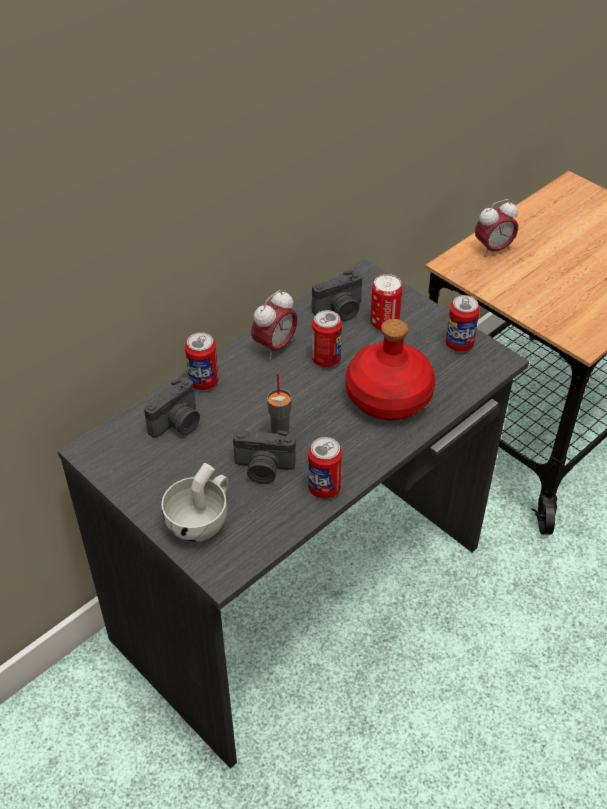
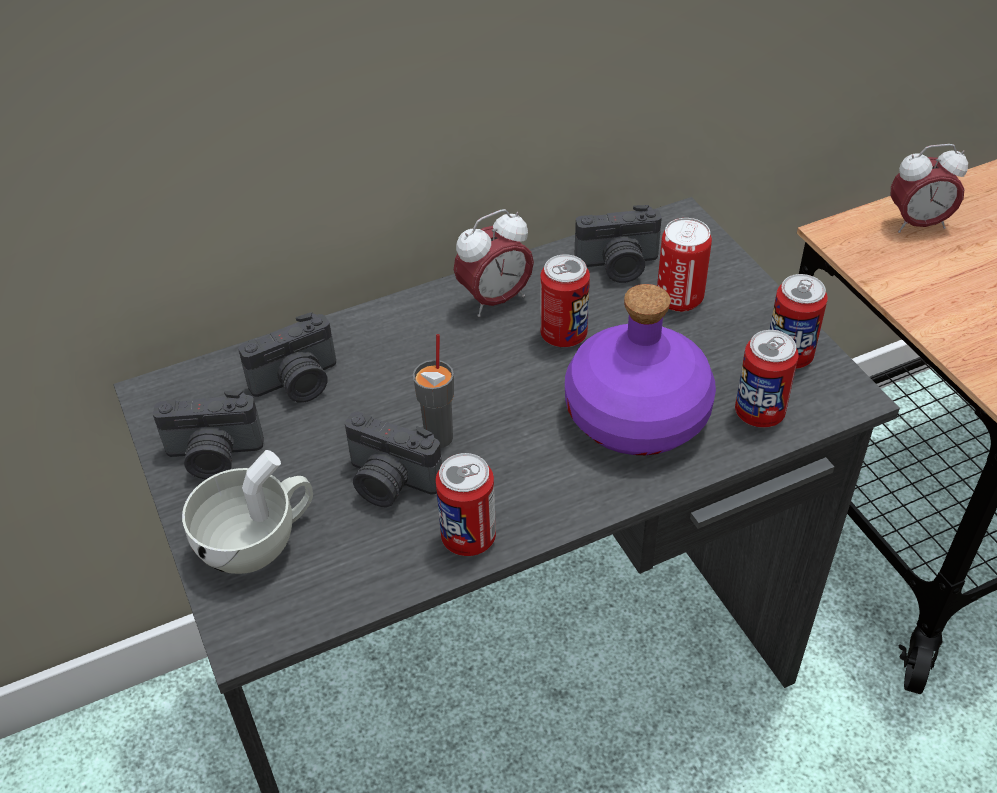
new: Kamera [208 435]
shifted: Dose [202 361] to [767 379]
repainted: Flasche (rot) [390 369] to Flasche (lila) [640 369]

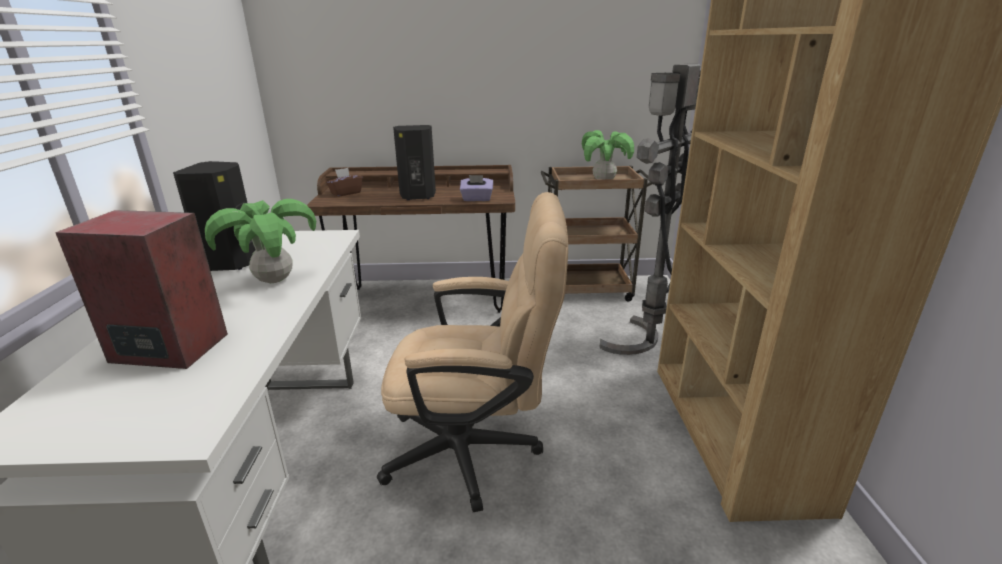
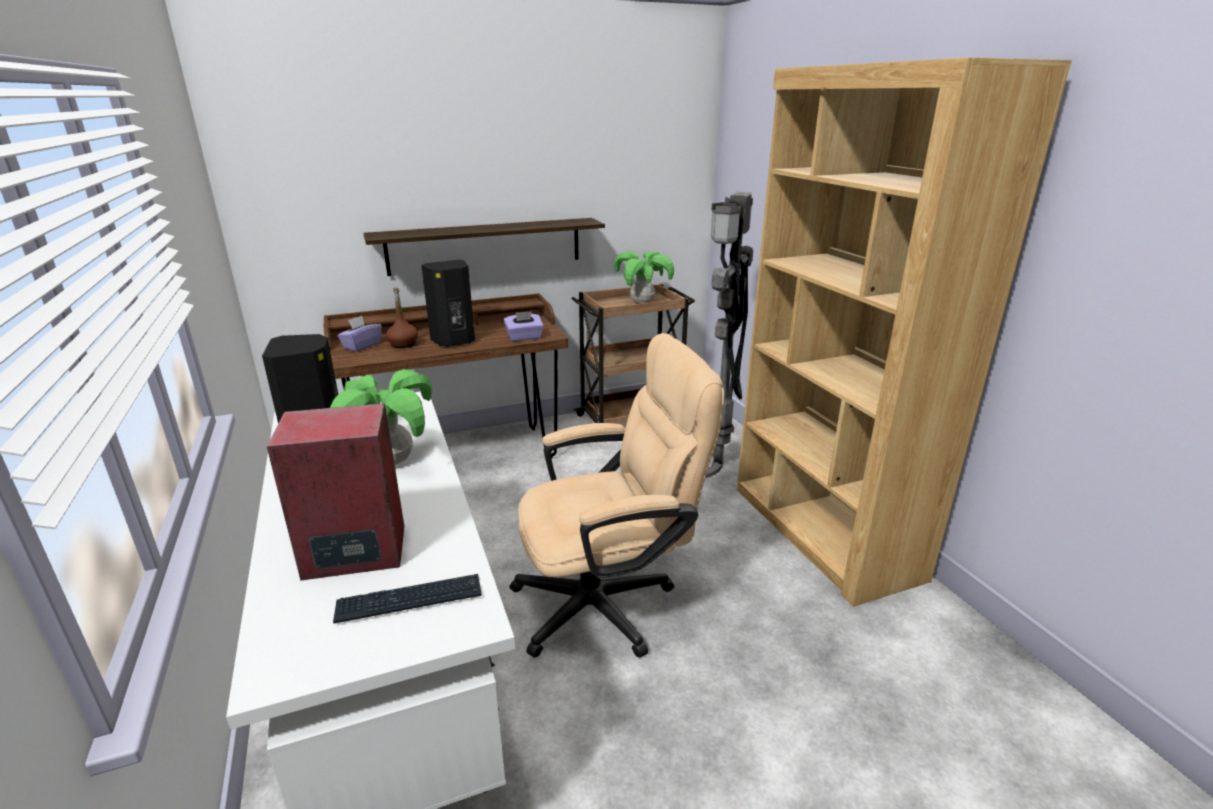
new: Tastatur [407 598]; Wandregal [484 247]; Flasche (braun) [402 317]
repainted: Taschentuchbox (braun) [344 182] to Taschentuchbox (lila) [360 334]

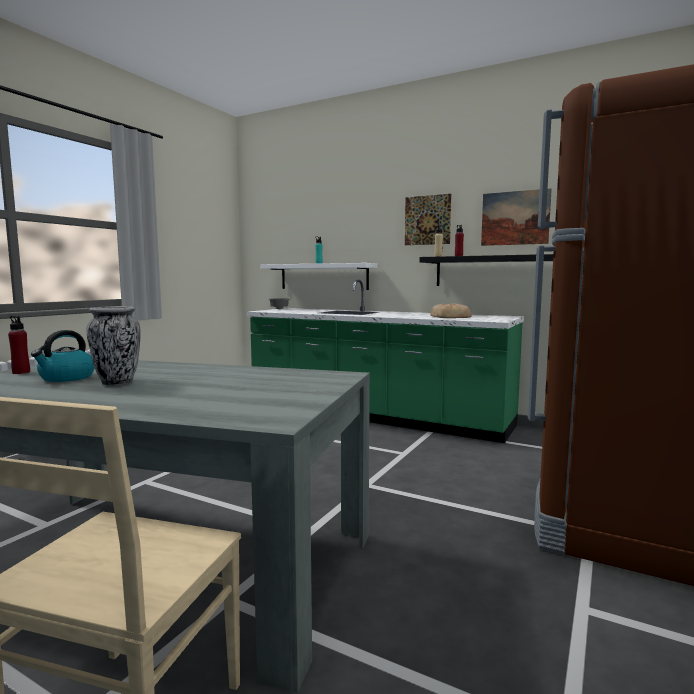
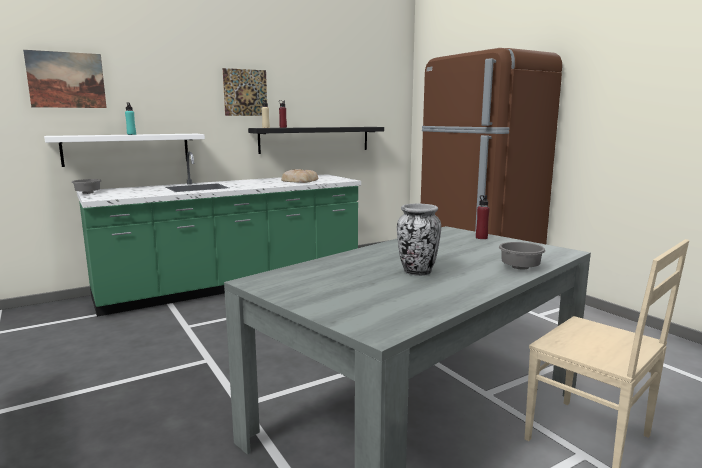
gone: Wasserkessel [62 356]
new: Schüssel (grau) [522 256]
shifted: Flasche (rot) [19 345] to [483 217]; Bild [516 217] to [65 79]

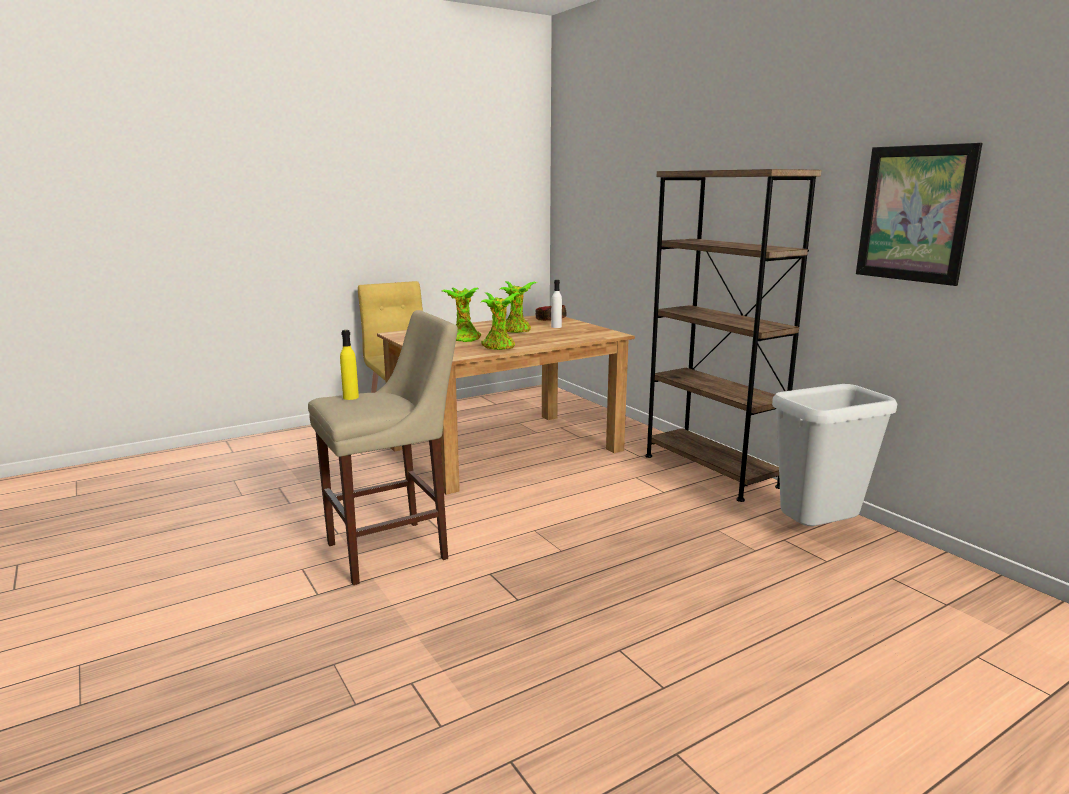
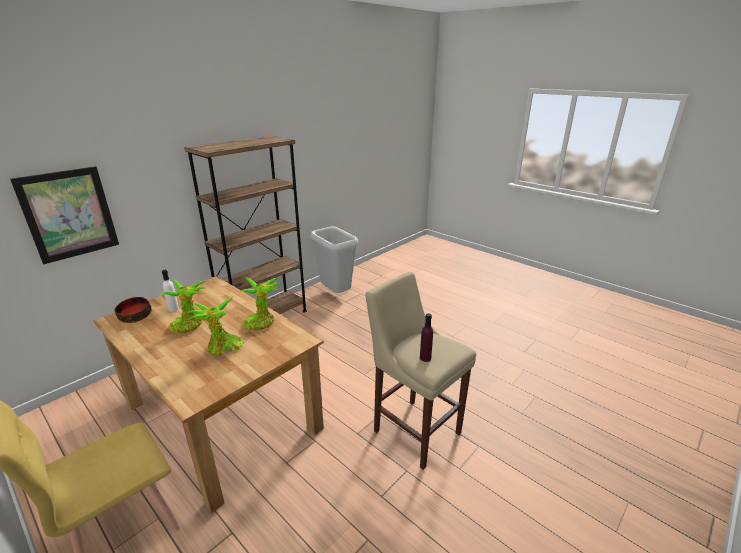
shifted: Bild [919 214] to [64 215]
repainted: Flasche (gelb) [349 365] to Flasche (lila) [426 337]

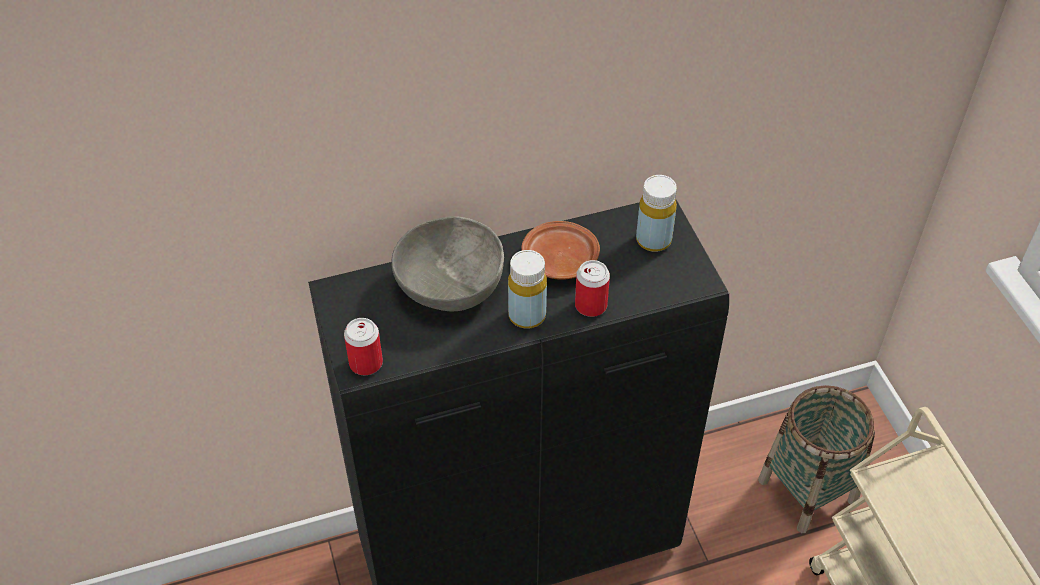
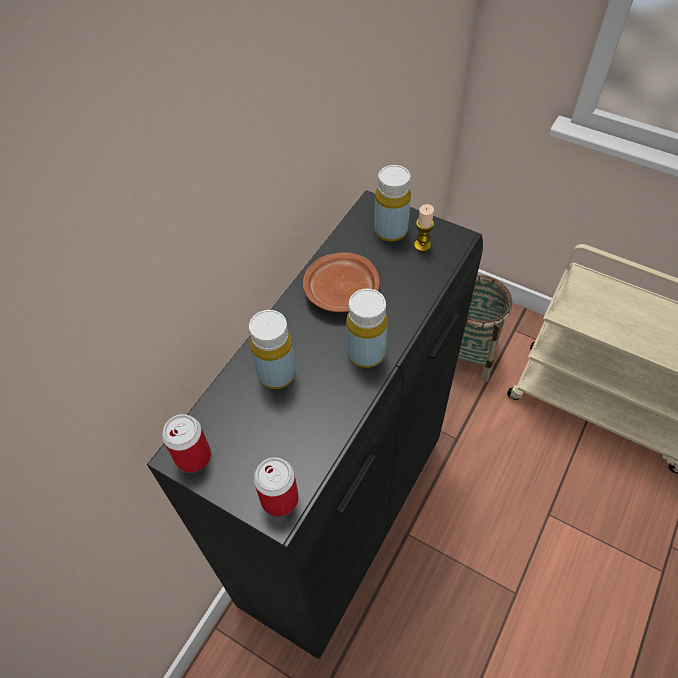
new: Kerze [424 228]
shifted: Dose [592 288] to [186 443]
swapped: Schüssel (grau) [447 263] to Flasche (gelb) [272 349]

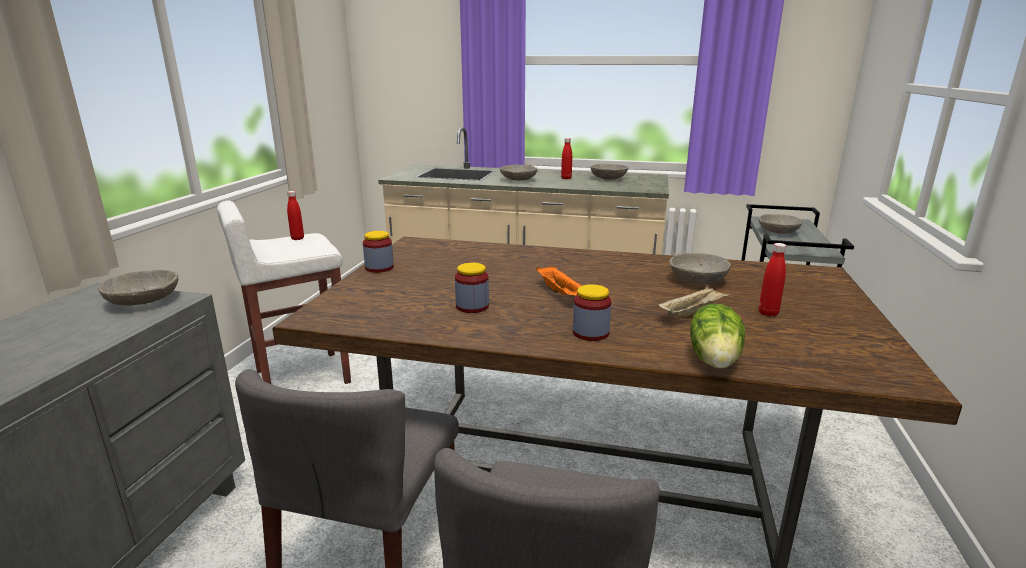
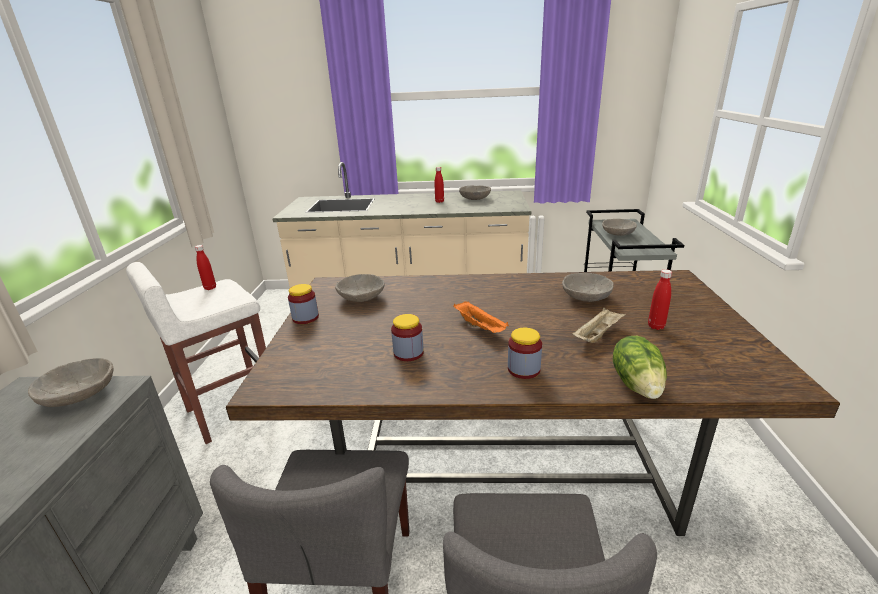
shifted: Schüssel (grau) [518 173] to [359 288]

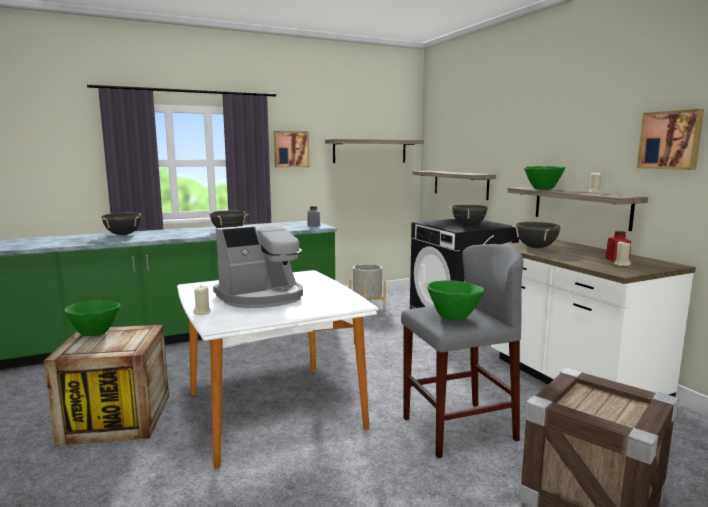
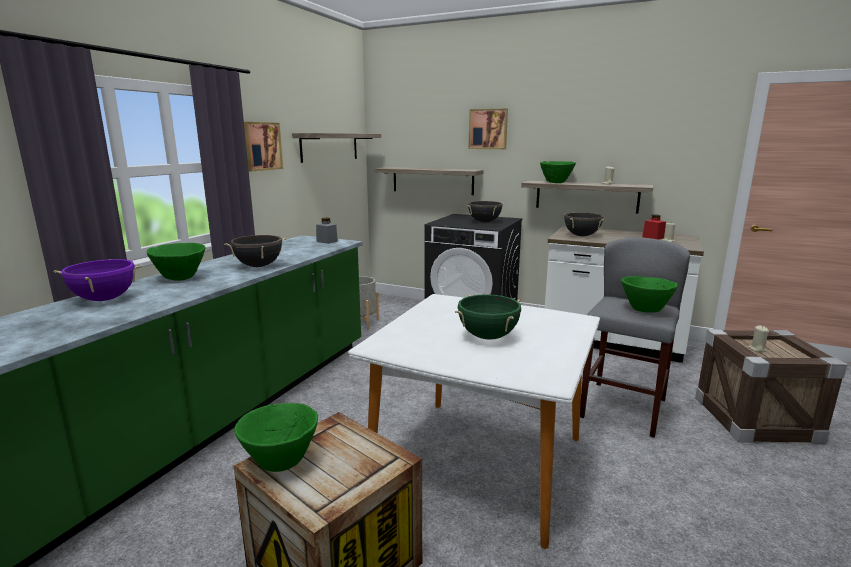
new: Schüssel (grün) [176 262]
shifted: Kerze (beige) [202 300] to [758 339]; Bild [670 139] to [488 128]
swapped: Kaffeemaschine [258 265] to Kochtopf (grün) [488 316]
repainted: Kochtopf (schwarz) [121 224] to Kochtopf (lila) [98 280]

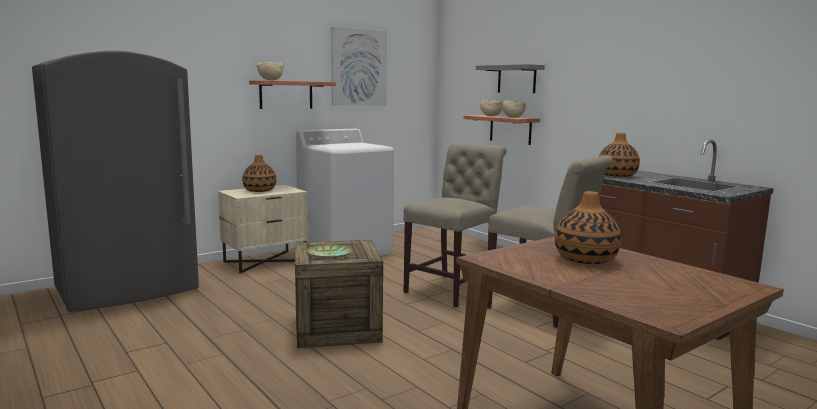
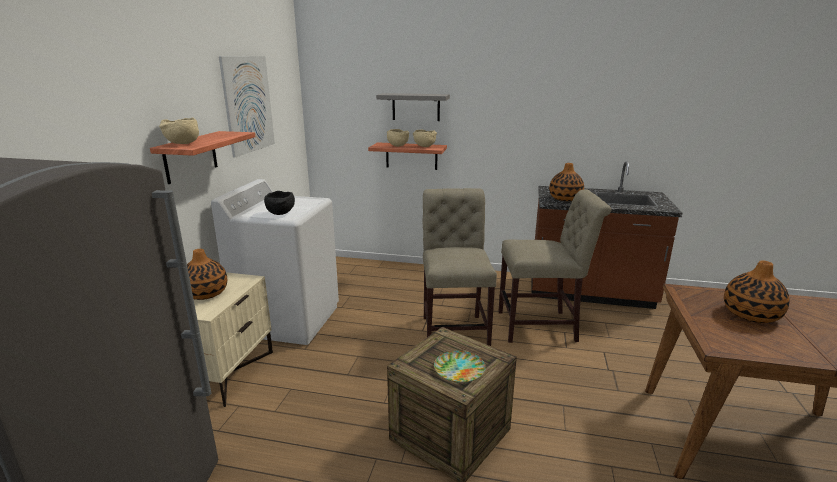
new: Schüssel (schwarz) [279 203]

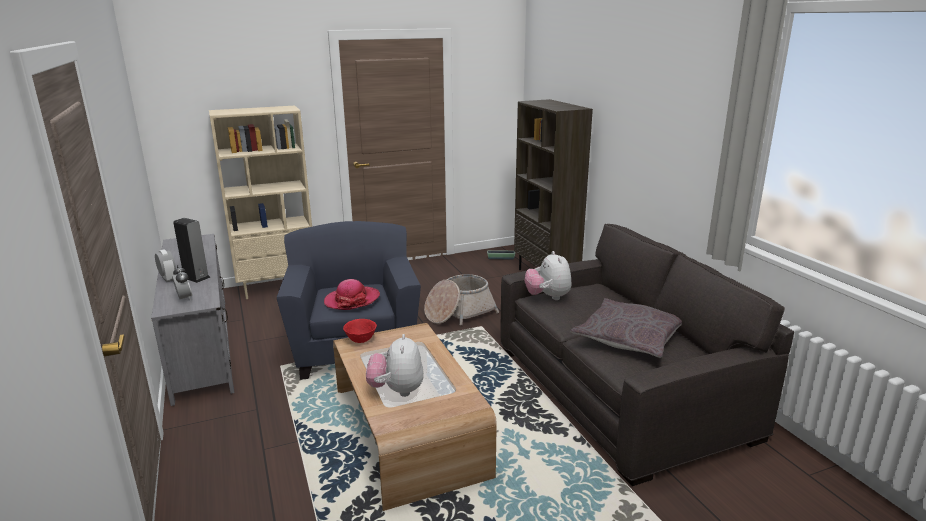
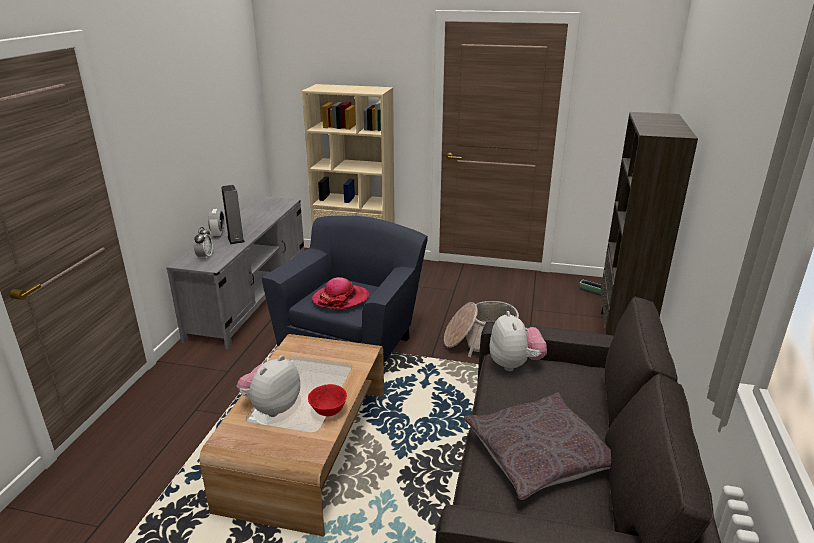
shifted: Schüssel (rot) [360 331] to [327 400]
rotated: Plüschtier [547 275] = [518 341] 150 degrees clockwise

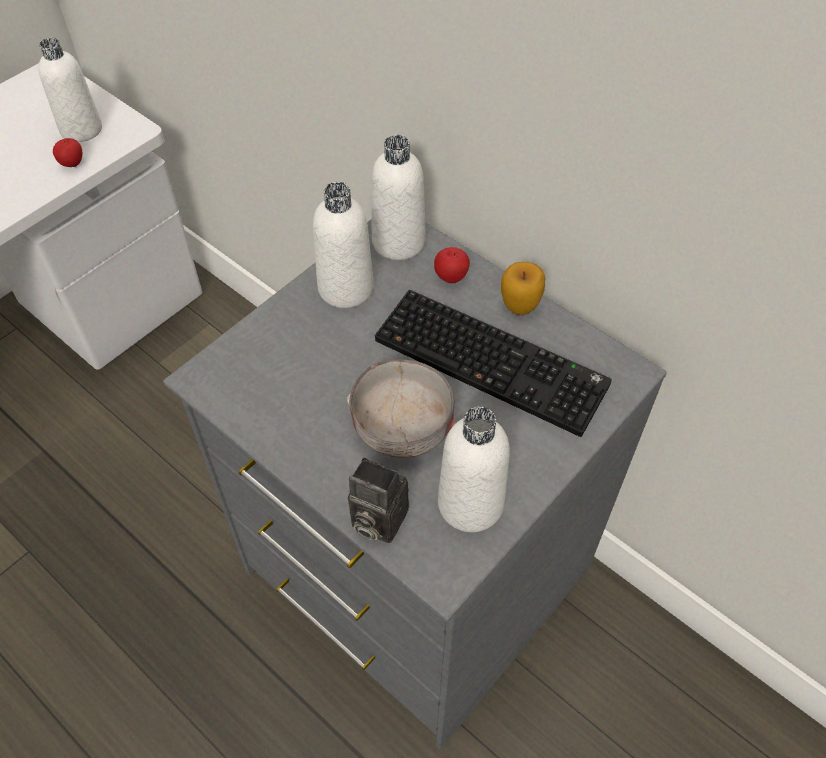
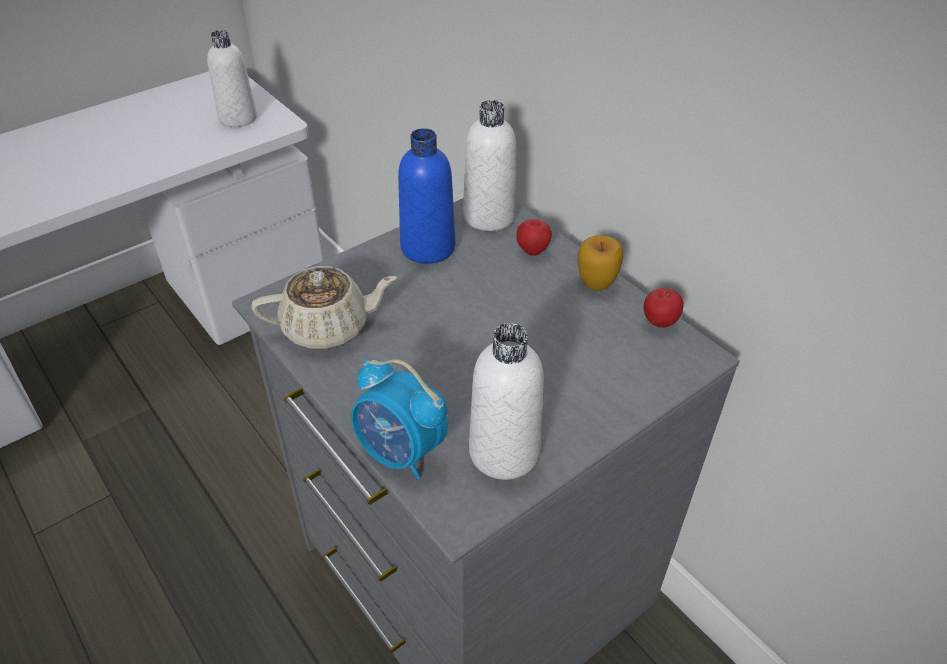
gone: Schüssel (grau) [401 409]; Tastatur [493 363]
new: Teekanne (beige) [324 307]
shifted: Apfel [67 152] to [664 307]
swapped: Kamera [378 500] to Wecker [399 419]
repainted: Flasche (weiß) [343 245] to Flasche (blau) [426 196]

